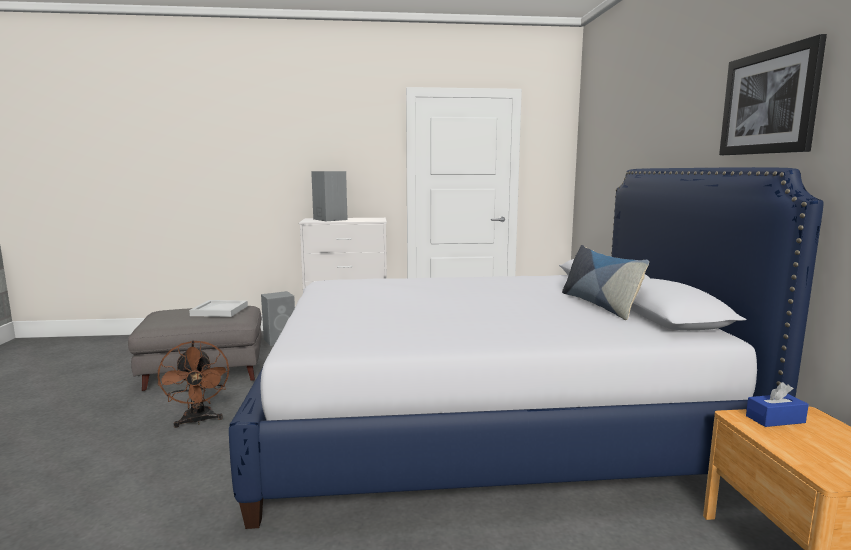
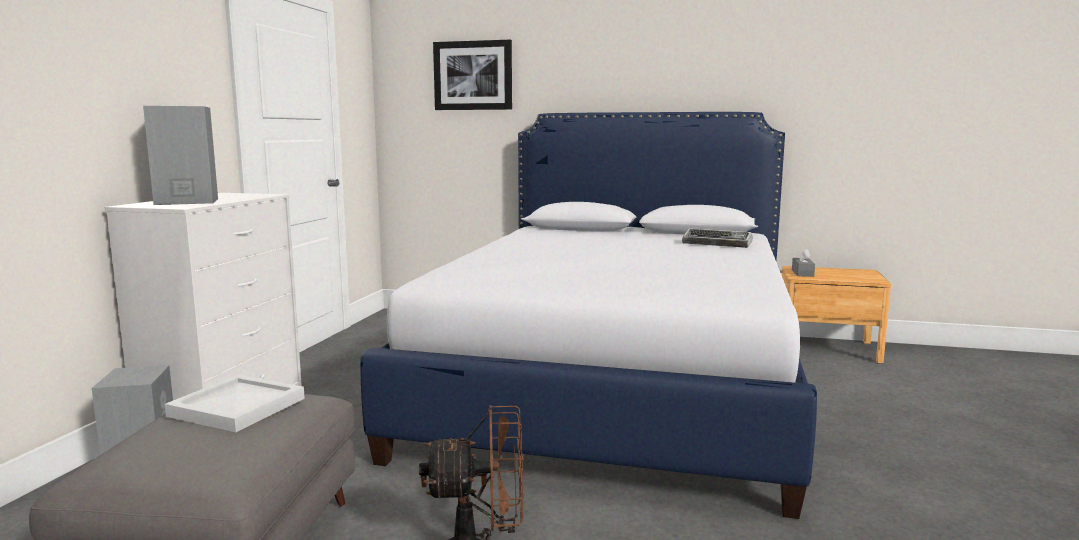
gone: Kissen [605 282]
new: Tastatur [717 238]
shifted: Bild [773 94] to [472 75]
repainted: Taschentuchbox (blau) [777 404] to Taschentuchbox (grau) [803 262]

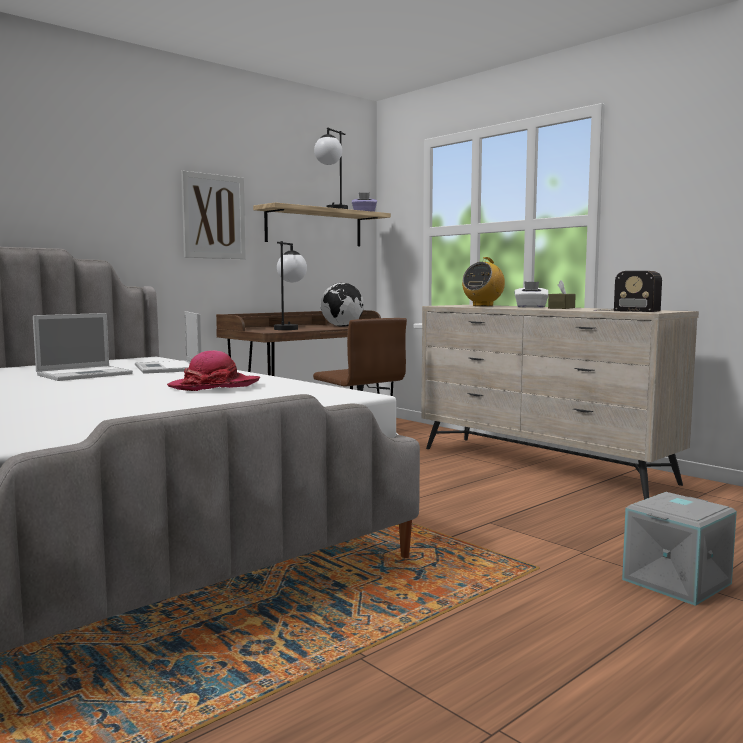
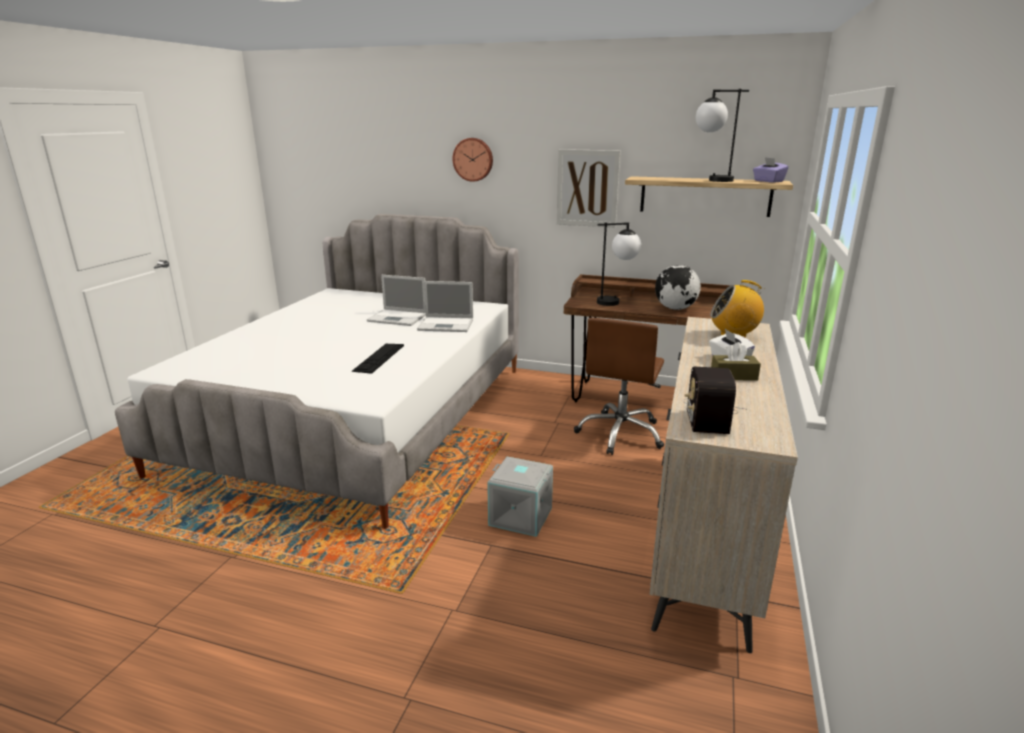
new: Wanduhr [472 160]
shifted: Aufbewahrungsbox (grau) [679 549] to [520 497]
swapped: Hut [213 370] to Tastatur [378 359]
rotated: Laptop [168 342] = [445 306] 120 degrees counterclockwise

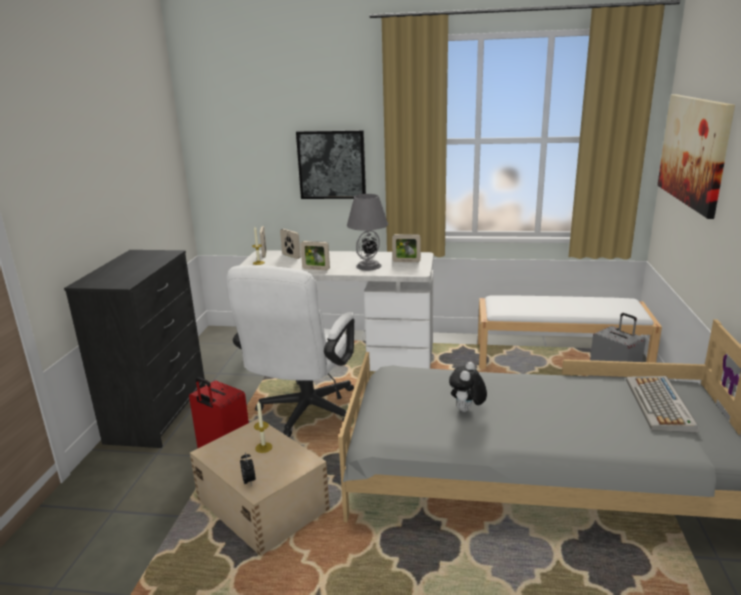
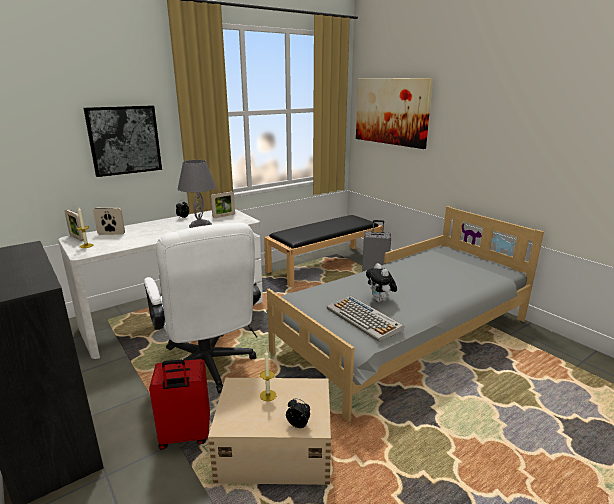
gone: Bilderrahmen [315 255]
shifted: Tastatur [662 404] to [365 318]
repainted: Bank (weiß) [570 332] to Bank (schwarz) [323 251]

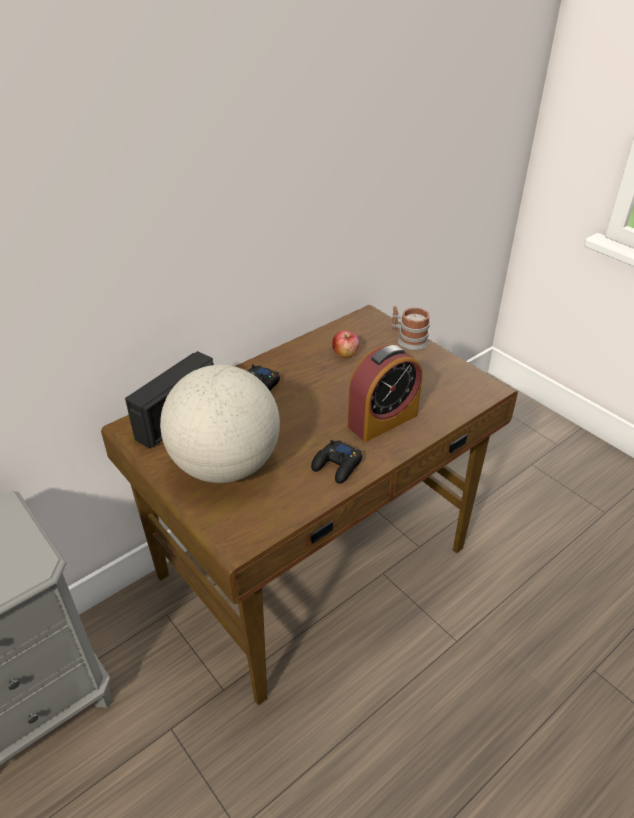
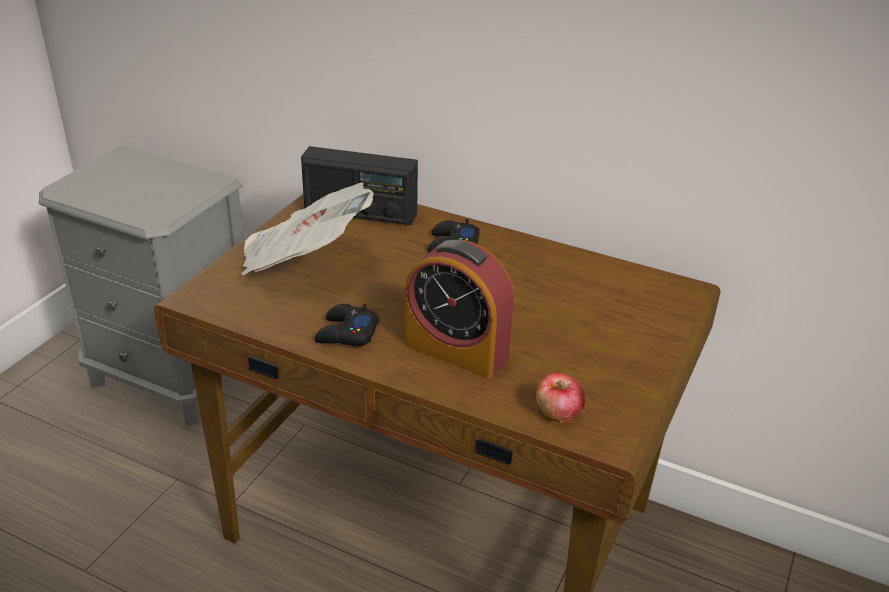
gone: Henkelbecher [411 328]
shifted: Apfel [345 344] to [560 397]
swapped: Globus [220 424] to Zeitung [307 228]

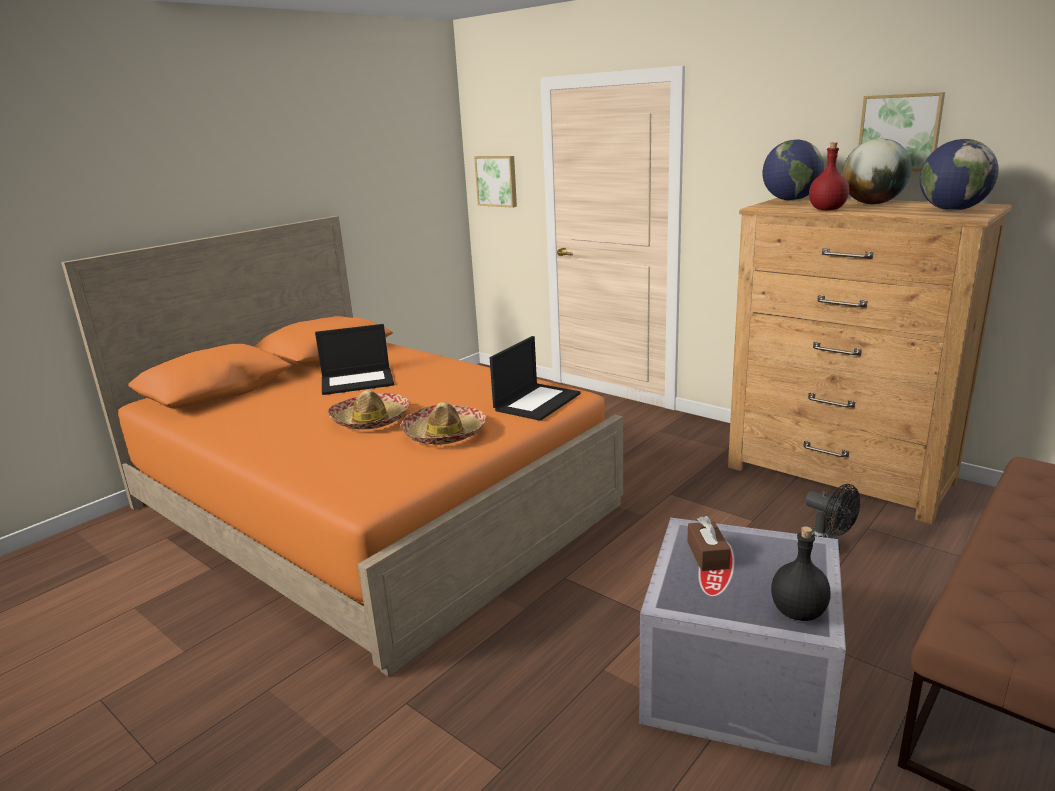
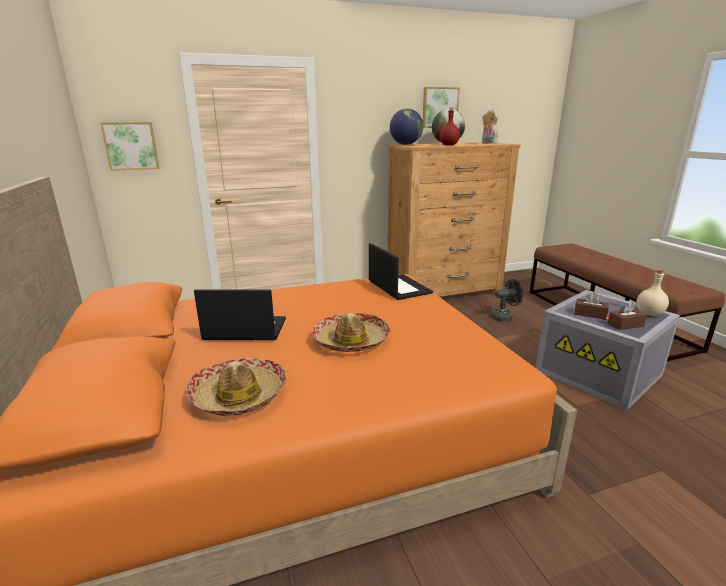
new: Taschentuchbox (braun) [627 316]
shifted: Hut [443 423] to [236 387]
swapped: Globus [959 175] to Plüschtier [490 126]
repainted: Flasche (schwarz) [801 573] to Flasche (beige) [652 292]
rotated: Laptop [354 359] = [240 314] 105 degrees counterclockwise

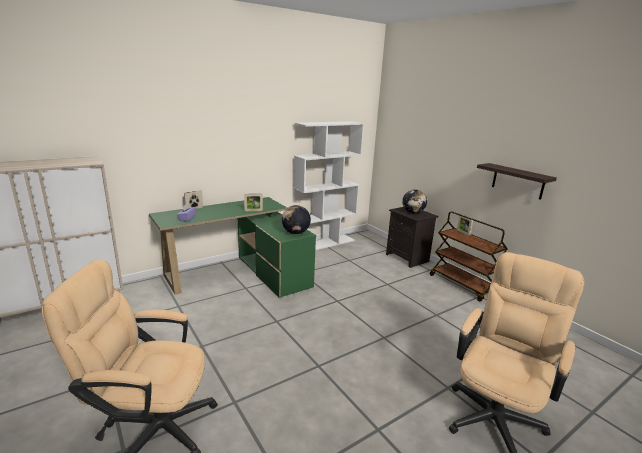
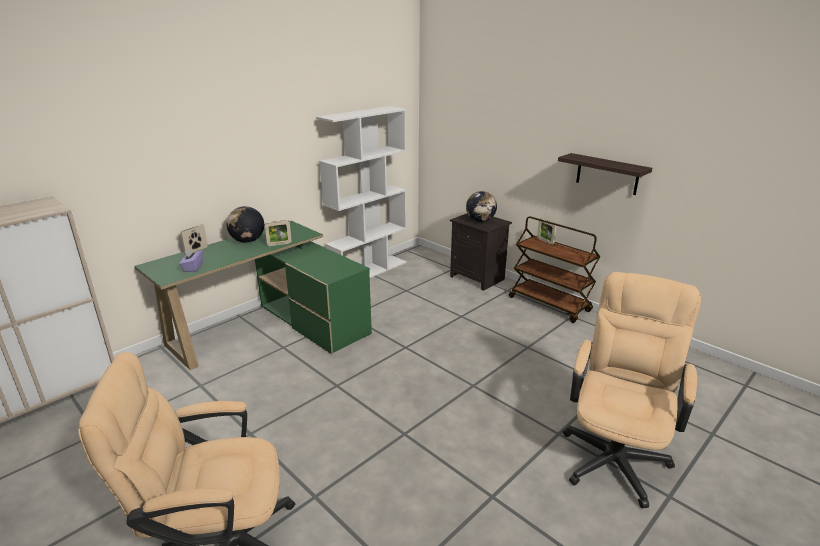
shifted: Globus [296 219] to [245 224]

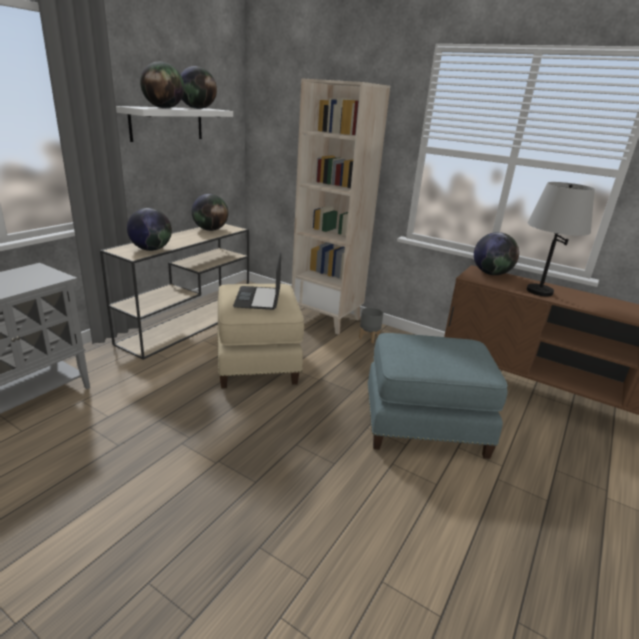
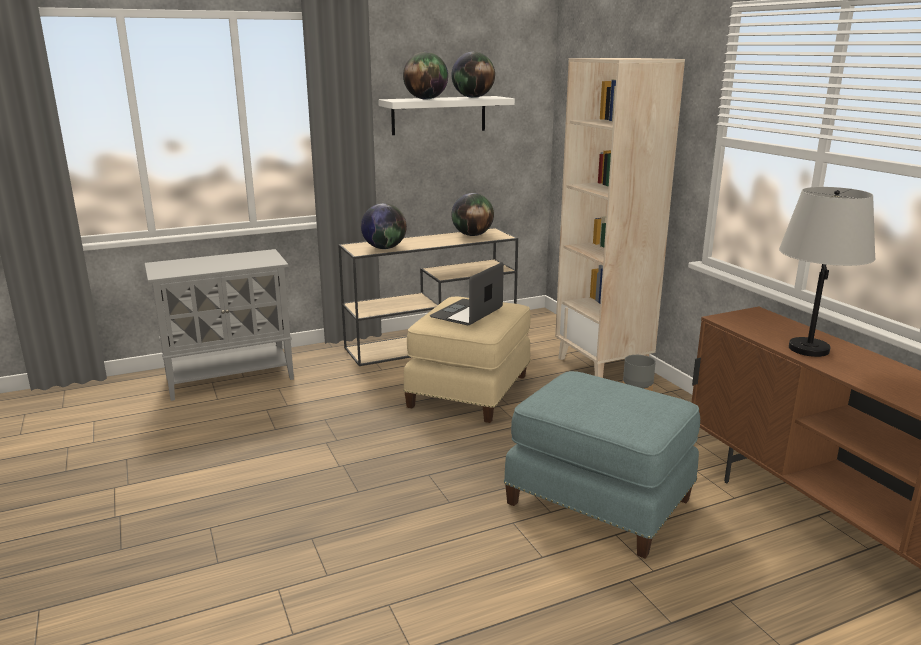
gone: Globus [496 253]

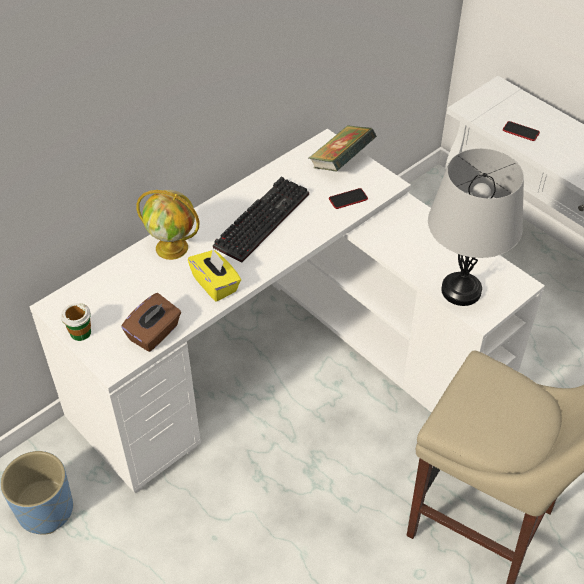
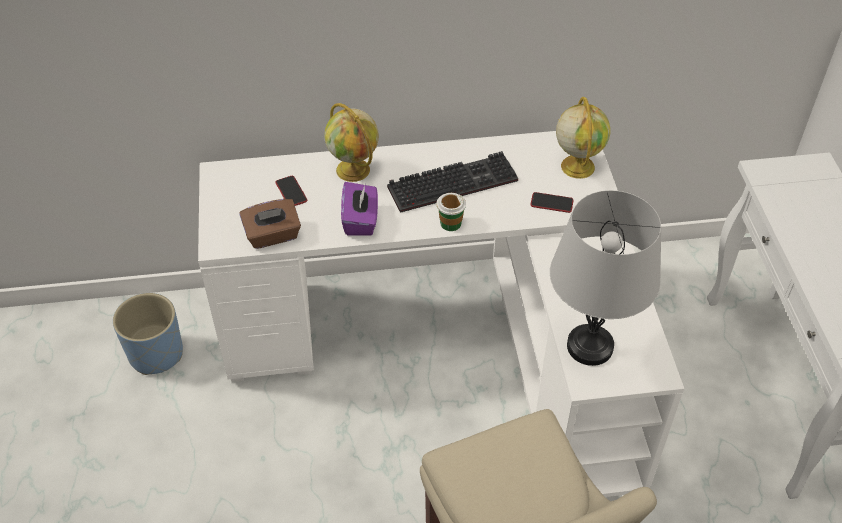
shifted: Tasse [76 322] to [451 212]; Handy [521 131] to [291 191]
swapped: Buch [342 148] to Globus [583 138]
repainted: Taschentuchbox (gelb) [214 275] to Taschentuchbox (lila) [359 209]

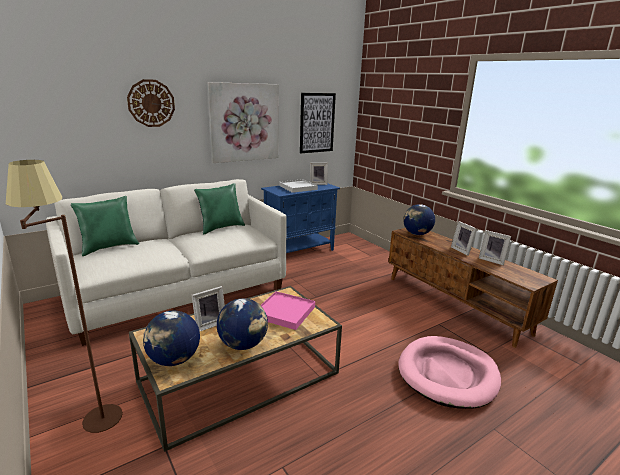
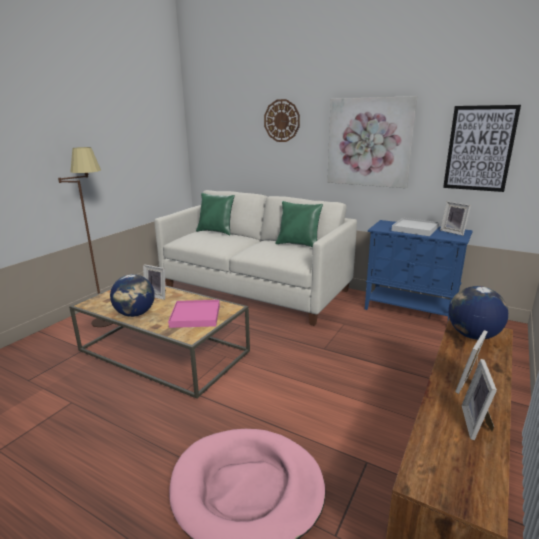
gone: Globus [171 338]

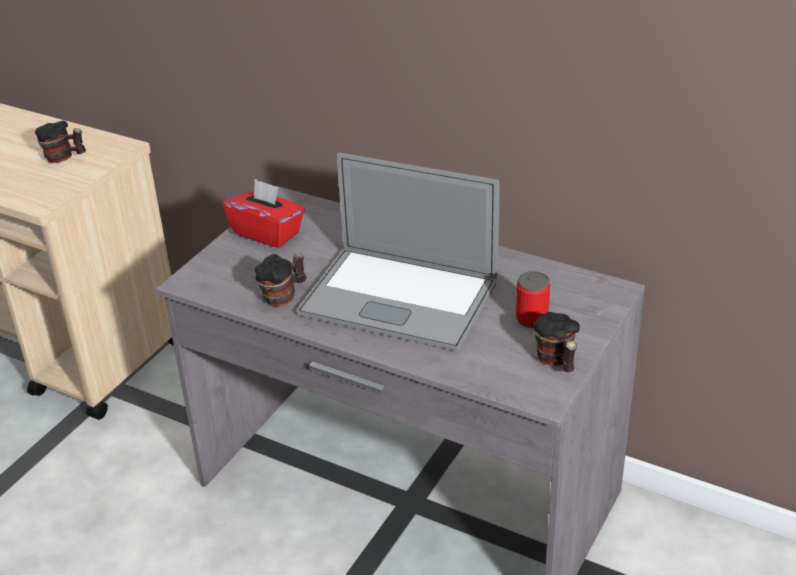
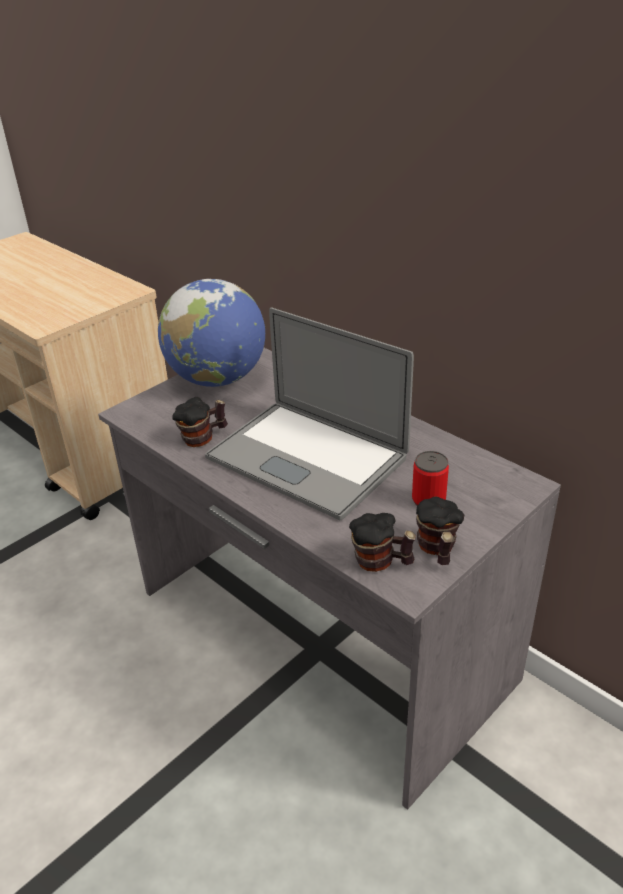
shifted: Henkelbecher [60 142] to [382 542]
swapped: Taschentuchbox (rot) [264 213] to Globus [211 333]

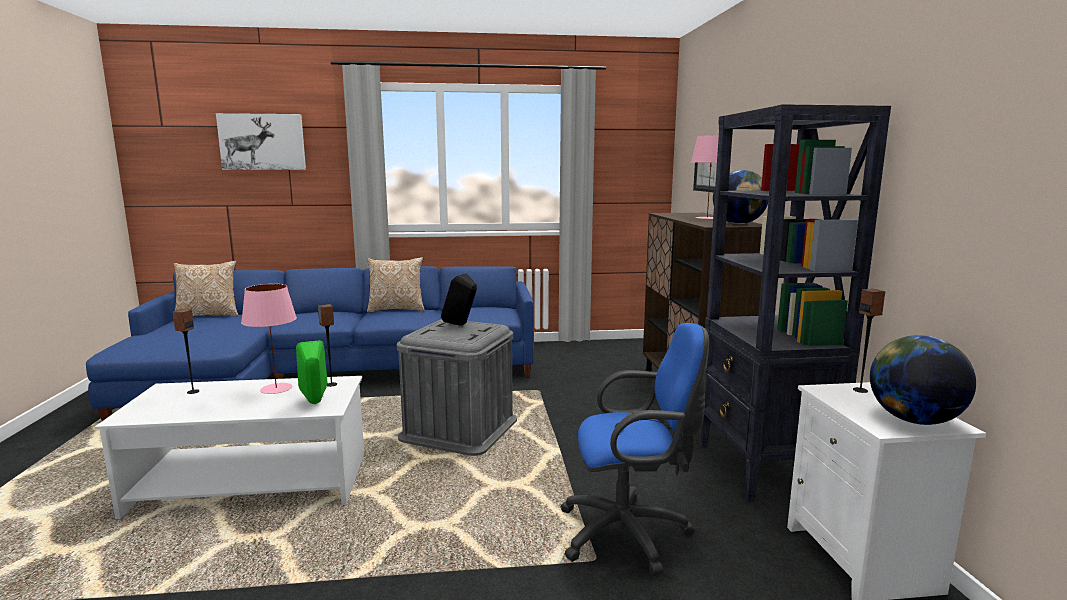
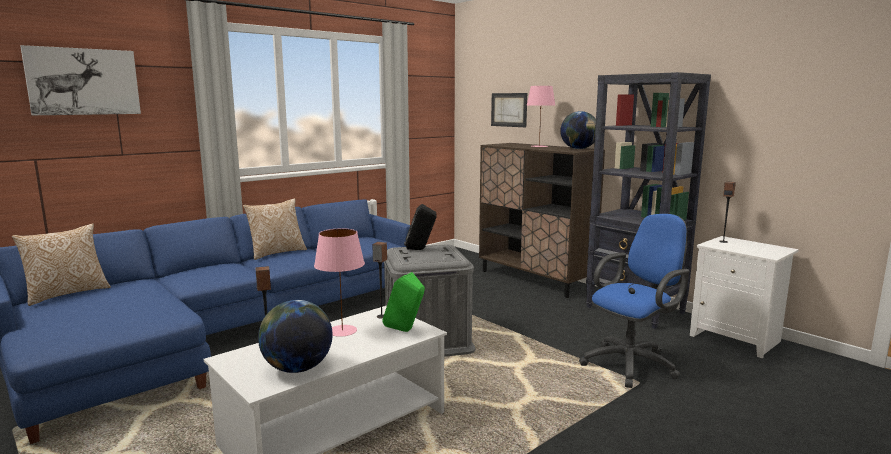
shifted: Globus [923 380] to [295 336]

